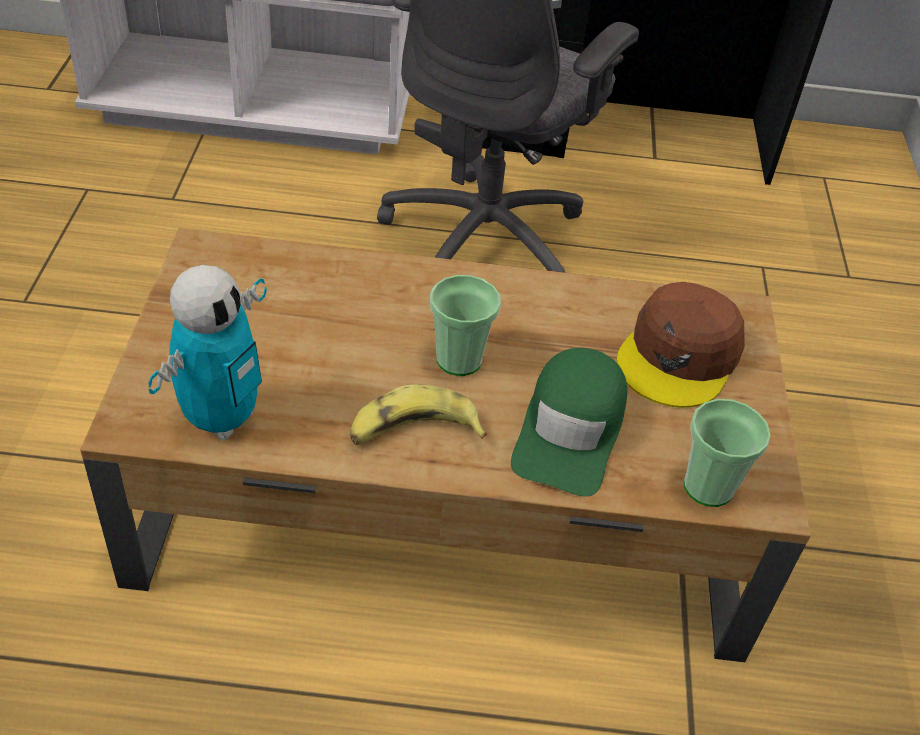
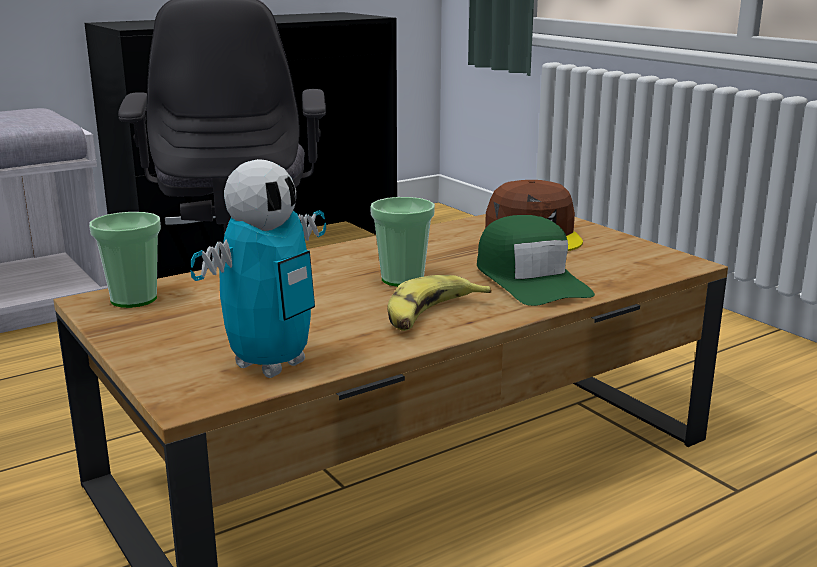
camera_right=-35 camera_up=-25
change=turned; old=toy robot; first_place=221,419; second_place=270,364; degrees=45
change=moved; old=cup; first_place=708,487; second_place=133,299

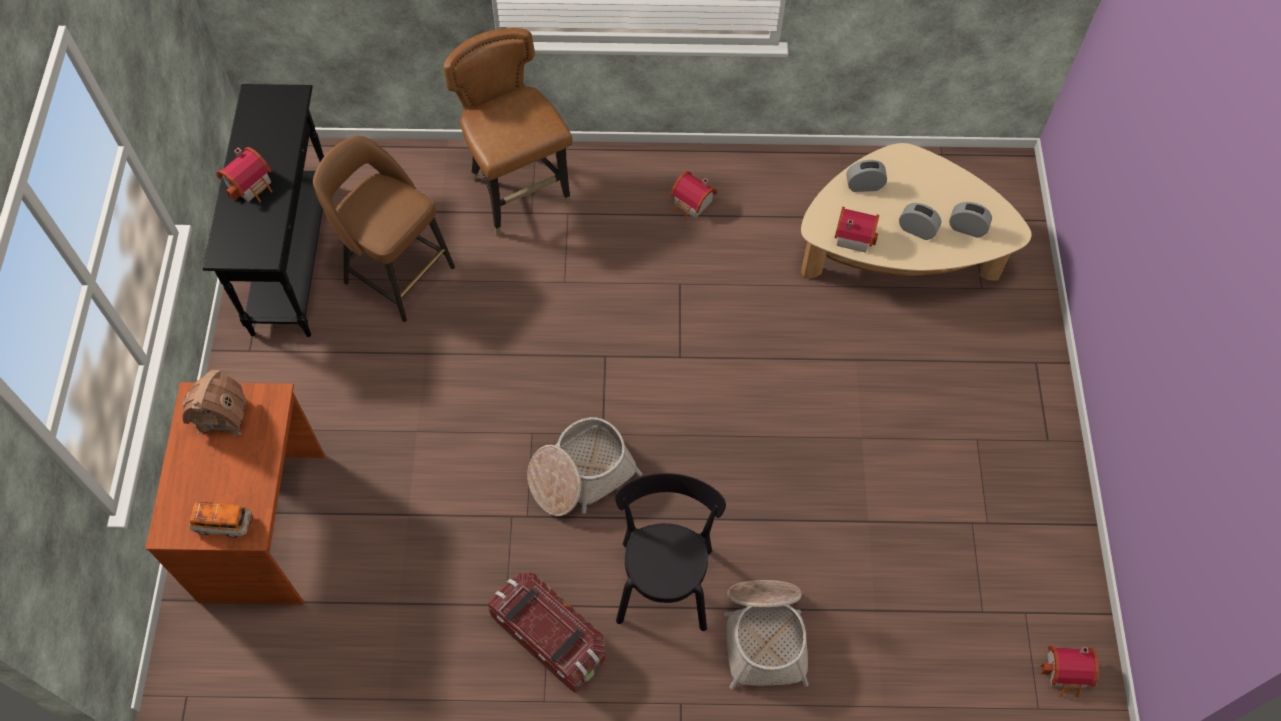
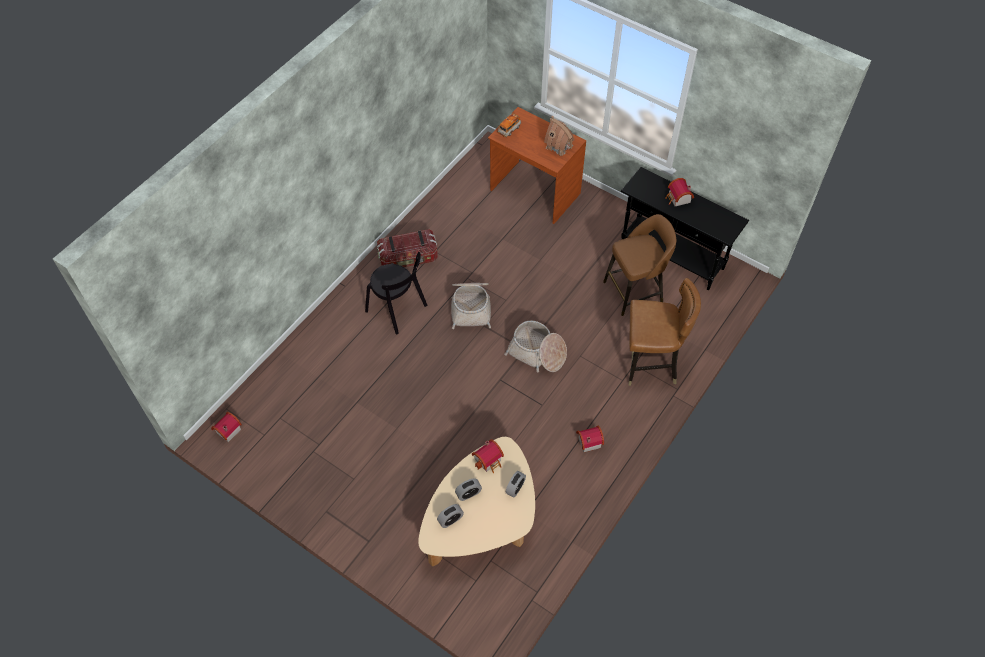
camera_right=125 camera_up=-5
change=moved; old=basket; first_place=765,635; second_place=537,353

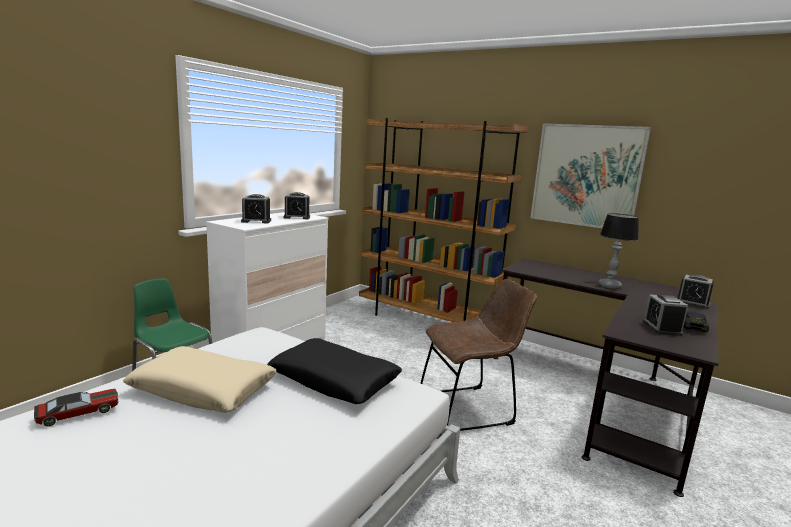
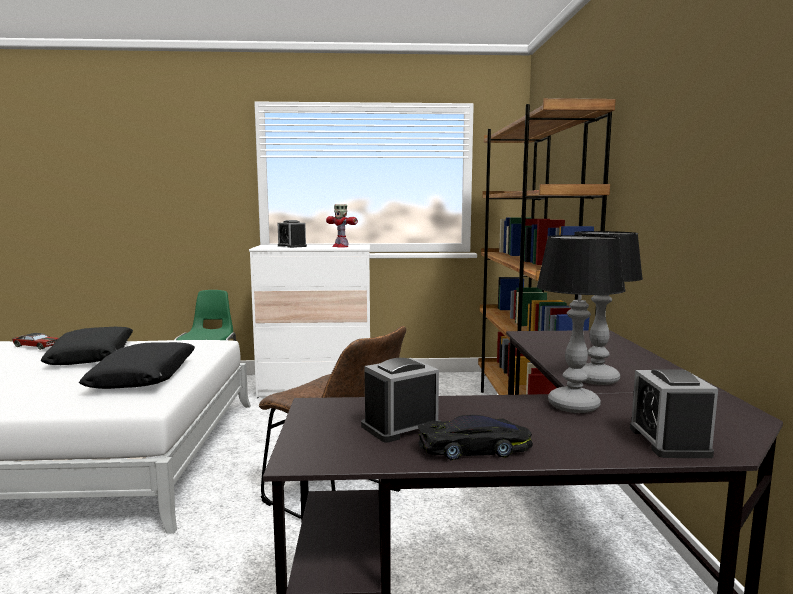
camera_right=55 camera_up=-5
change=removed; old=picture; first_place=586,176
change=replaced; old=alarm clock; new=toy robot; first_place=297,217; second_place=340,246
change=recoloured; old=beige pillow; new=black pillow; first_place=203,390; second_place=92,356
change=added; new=table lamp; second_place=573,406

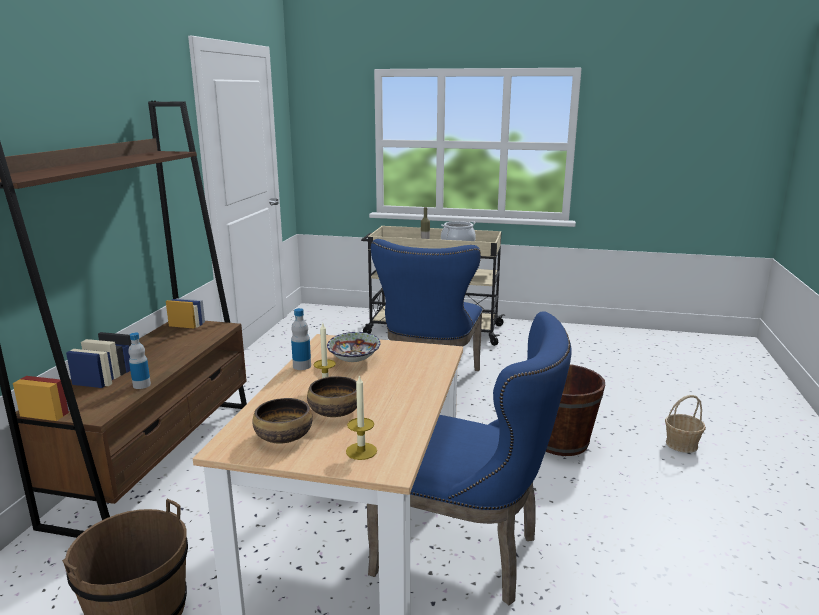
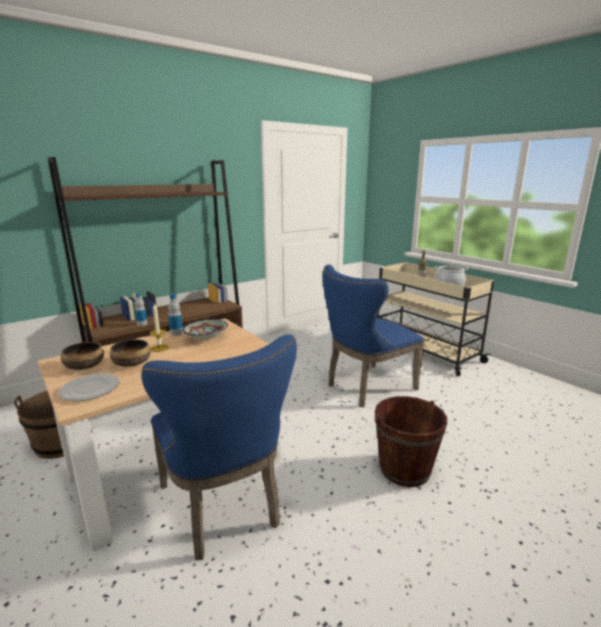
camera_right=40 camera_up=0
change=replaced; old=candle; new=plate; first_place=361,451; second_place=89,390
change=removed; old=basket; first_place=682,444

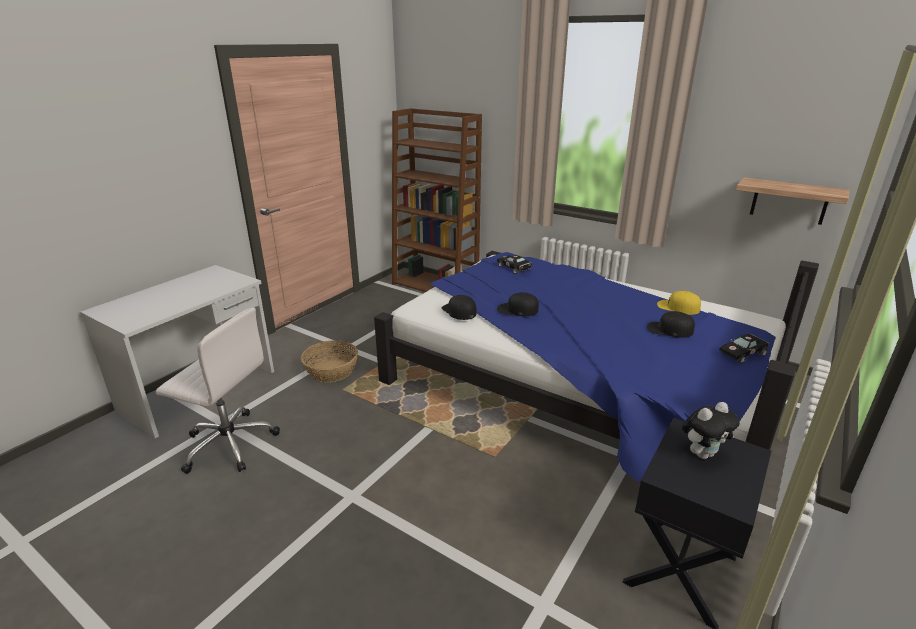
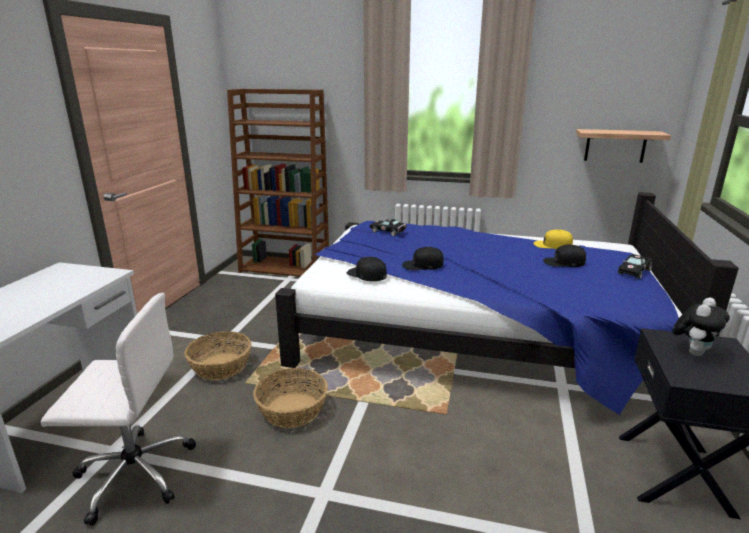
camera_right=-20 camera_up=-5
change=added; new=basket; second_place=292,410

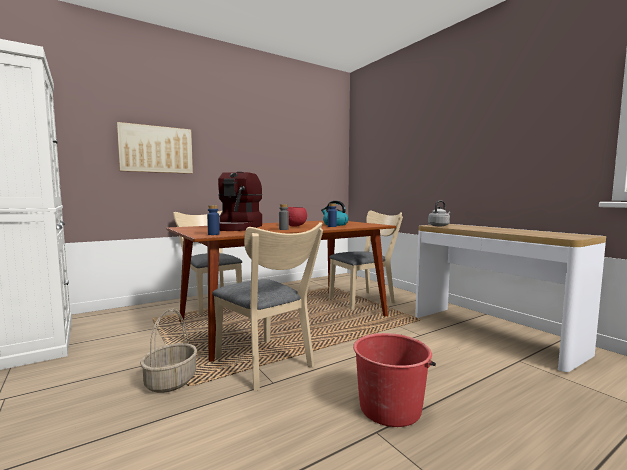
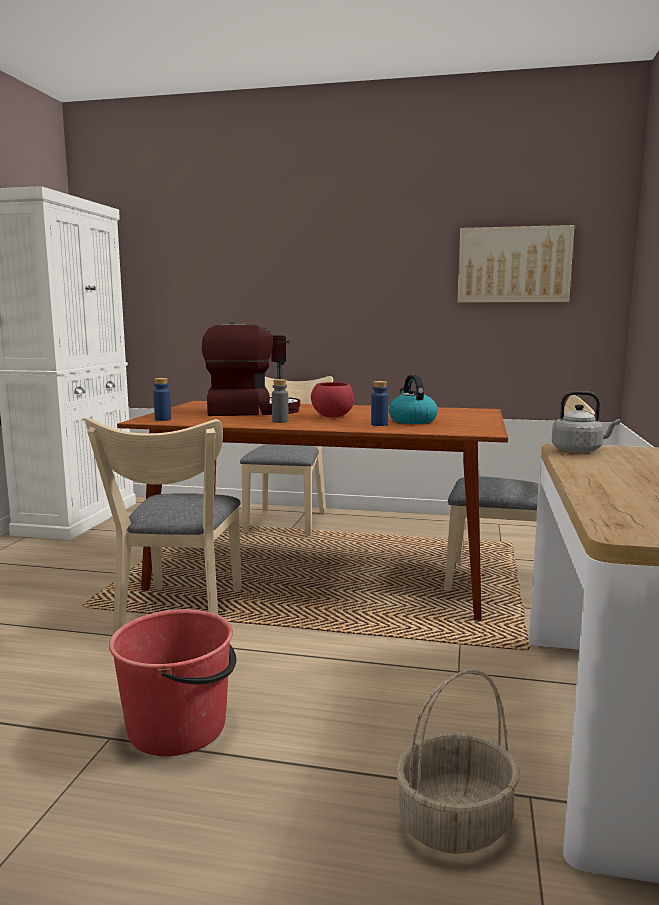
camera_right=45 camera_up=5
change=moved; old=picture; first_place=156,149; second_place=513,265
change=turned; old=coffee machine; first_place=239,228; second_place=250,411; degrees=-150
change=moved; old=basket; first_place=171,382; second_place=455,823

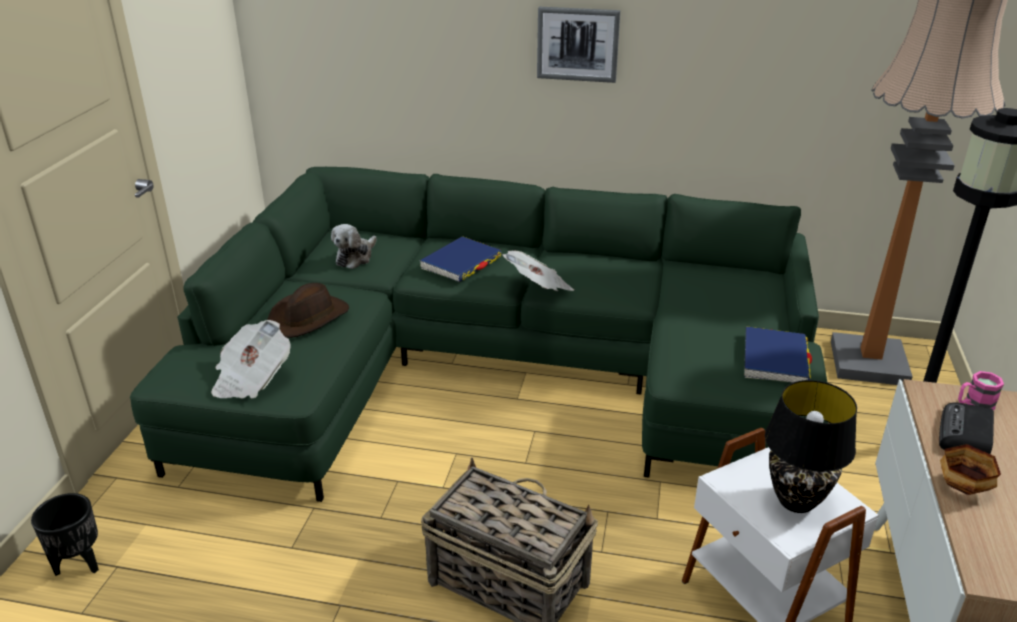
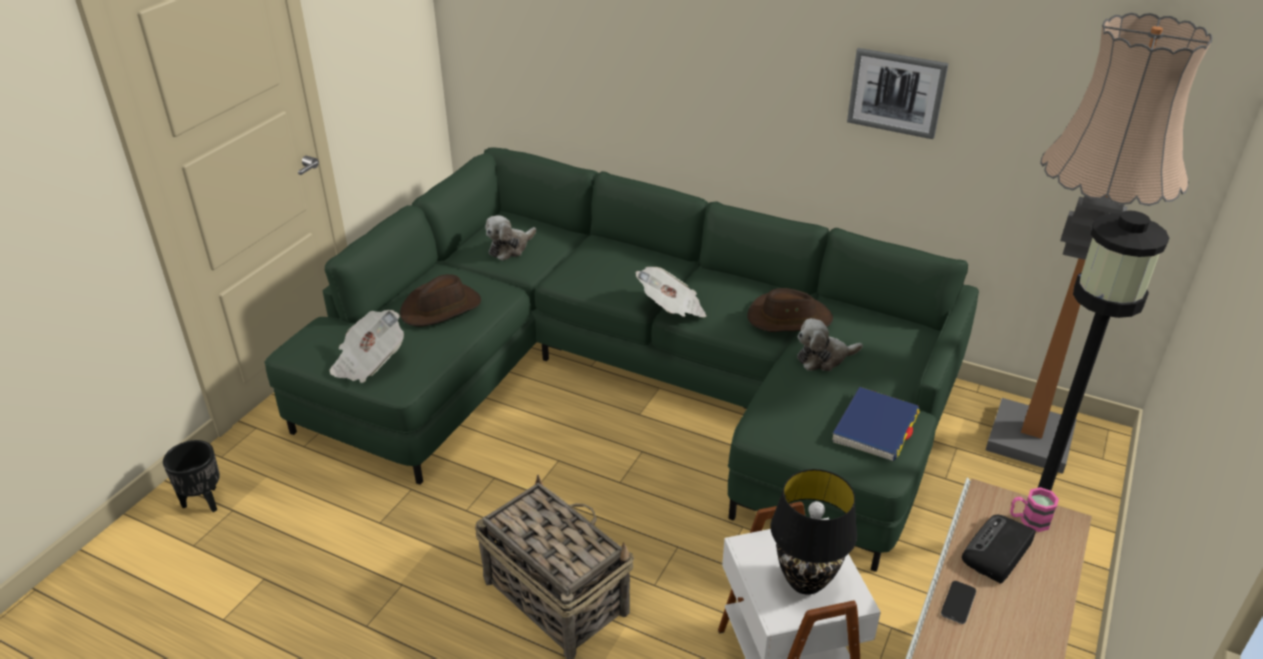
camera_right=15 camera_up=5
change=moved; old=picture; first_place=577,44; second_place=896,92
change=removed; old=blue book; first_place=461,263
change=replaced; old=bowl; new=phone; first_place=961,486; second_place=958,603
change=added; new=brown hat; second_place=788,318
change=added; new=plush toy; second_place=824,358

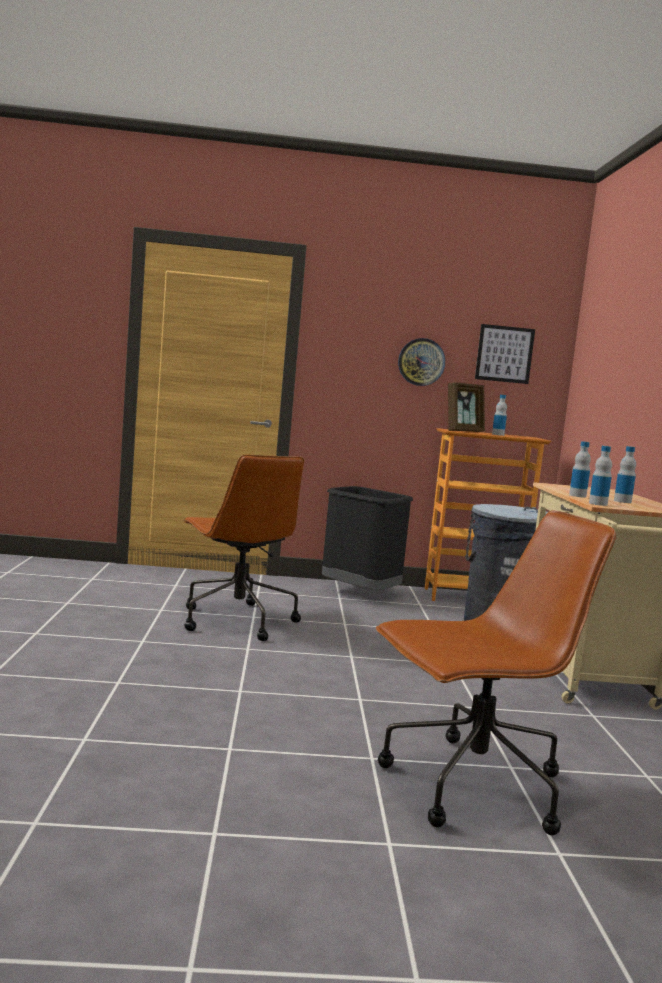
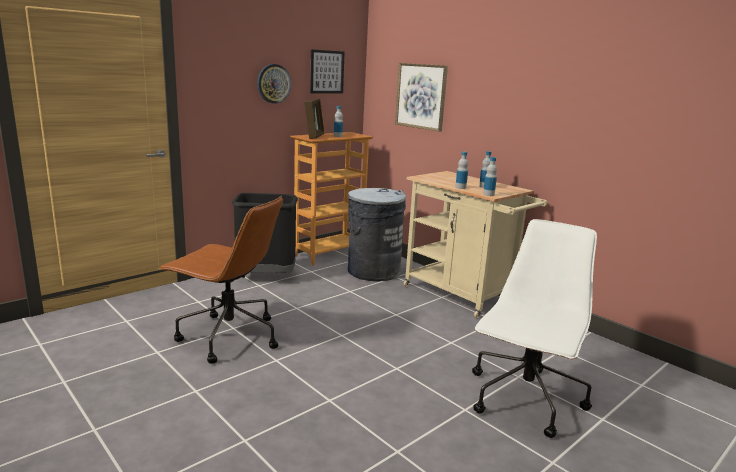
camera_right=-40 camera_up=10
change=recoloured; old=brown office chair; new=white office chair; first_place=471,786; second_place=524,400
change=added; new=picture; second_place=421,96

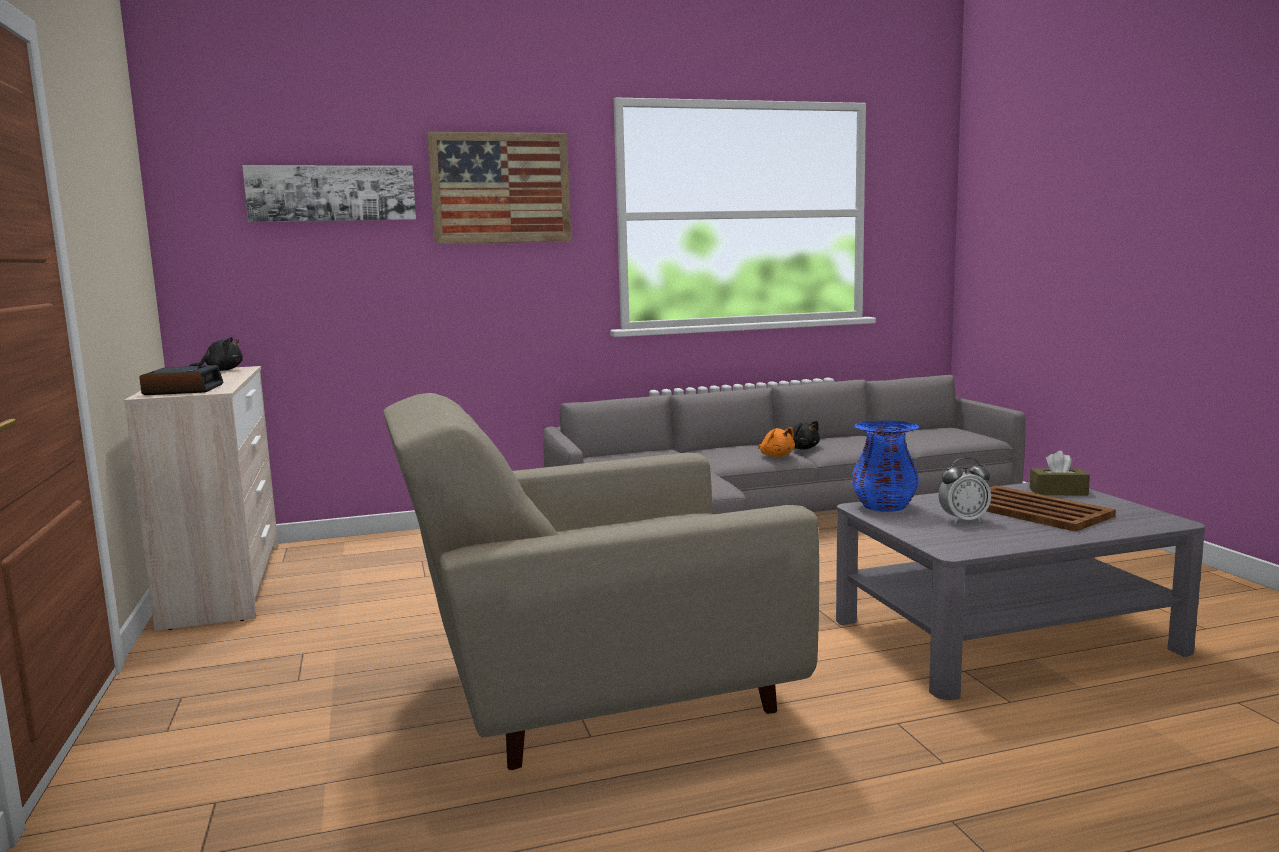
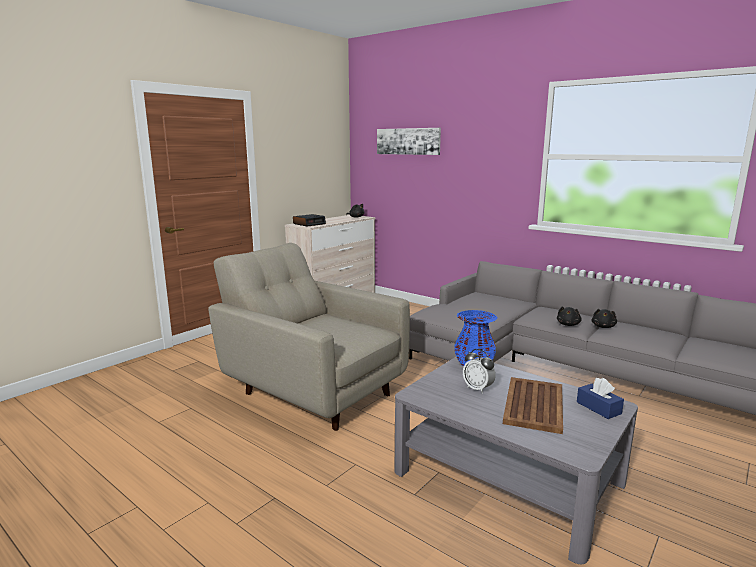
camera_right=55 camera_up=5
change=removed; old=picture; first_place=501,188
change=recoloured; old=orange plush toy; new=black plush toy; first_place=776,456; second_place=568,324
change=recoloured; old=brown tissue box; new=blue tissue box; first_place=1058,492; second_place=598,408

